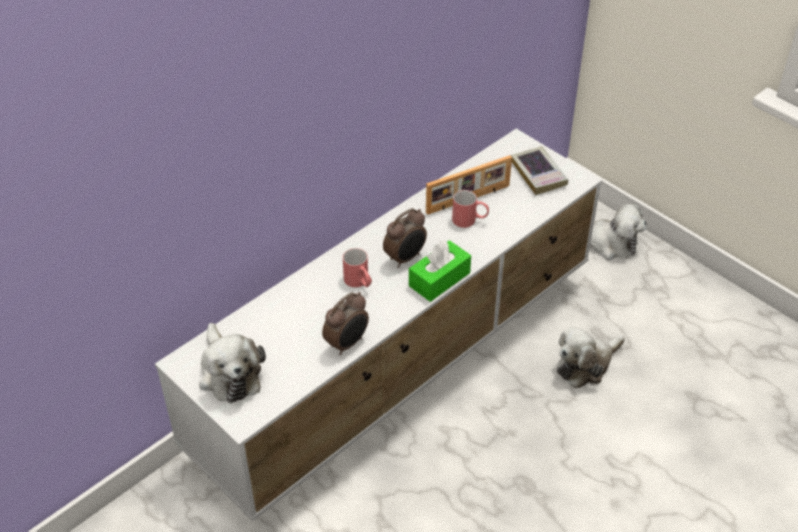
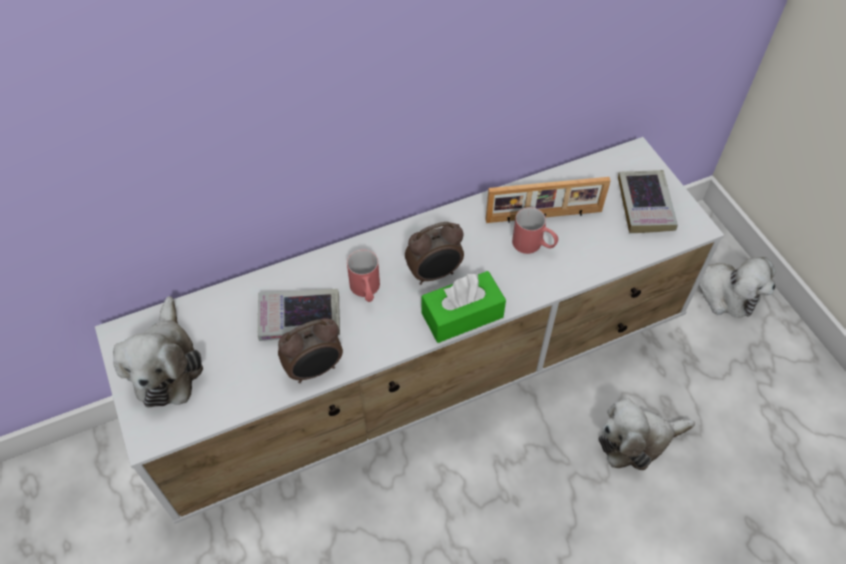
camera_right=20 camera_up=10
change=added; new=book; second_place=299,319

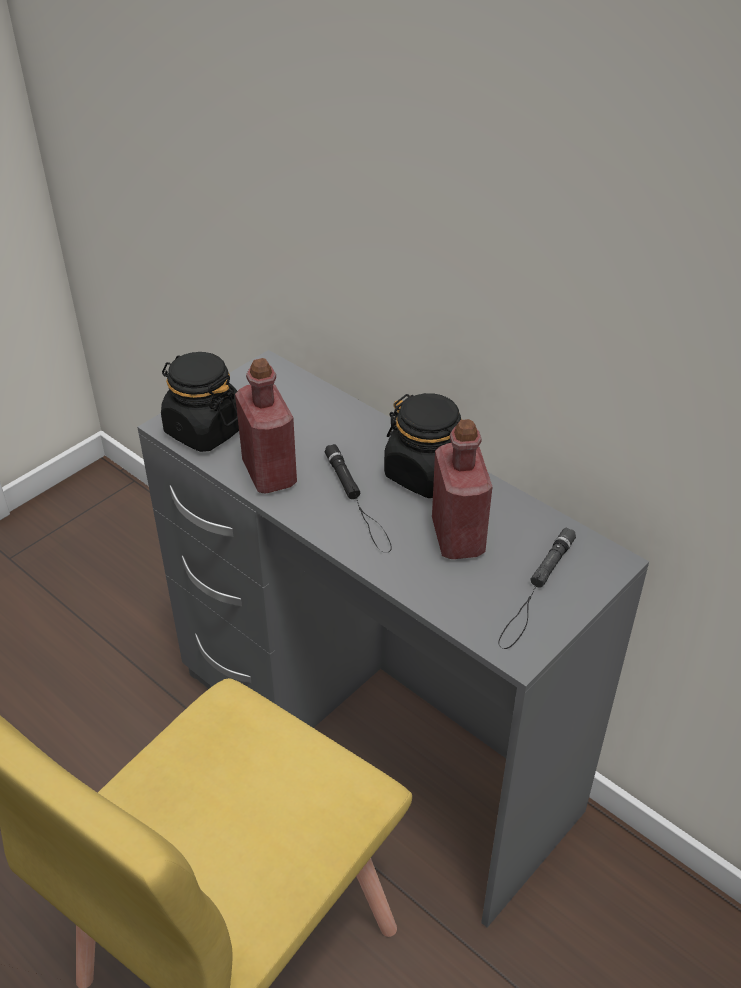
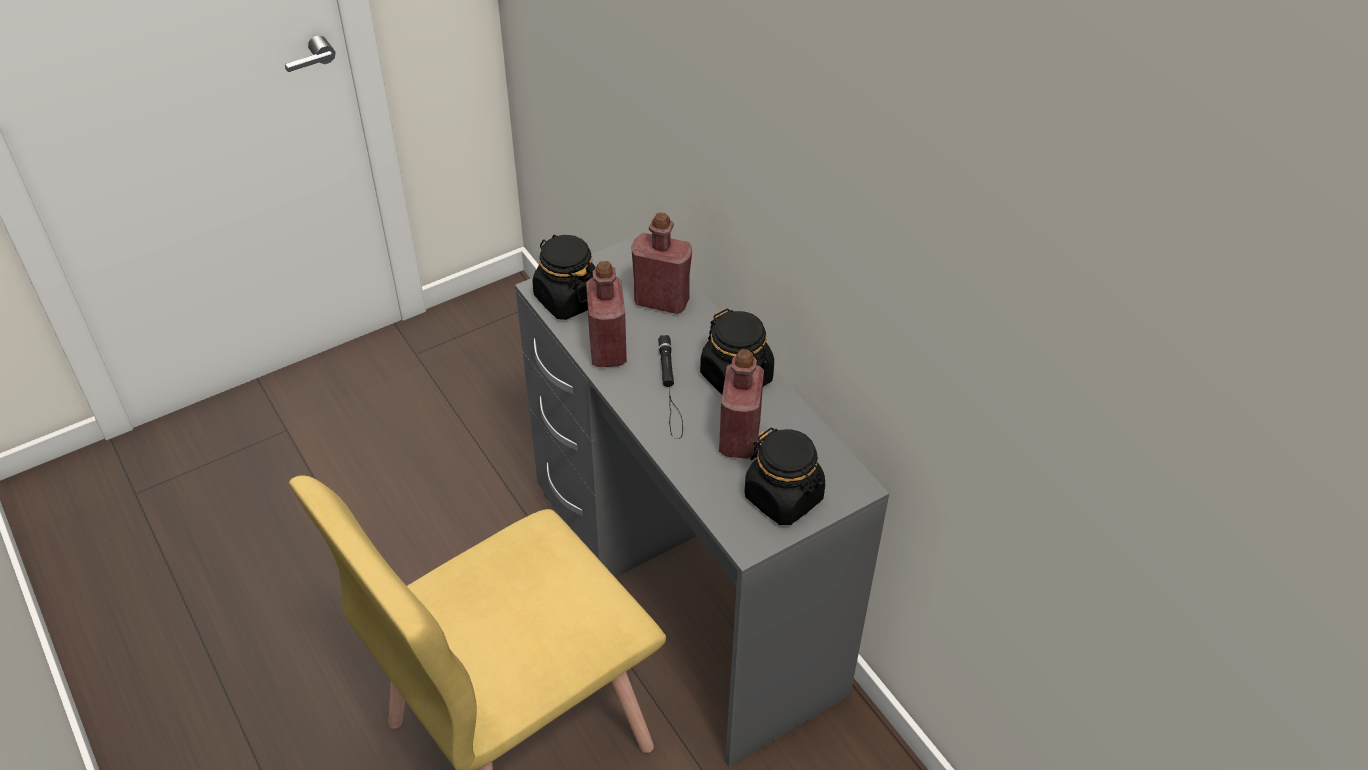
camera_right=15 camera_up=5
change=replaced; old=black flashlight; new=black jar; first_place=536,591; second_place=784,497
change=added; new=red bottle; second_place=661,301

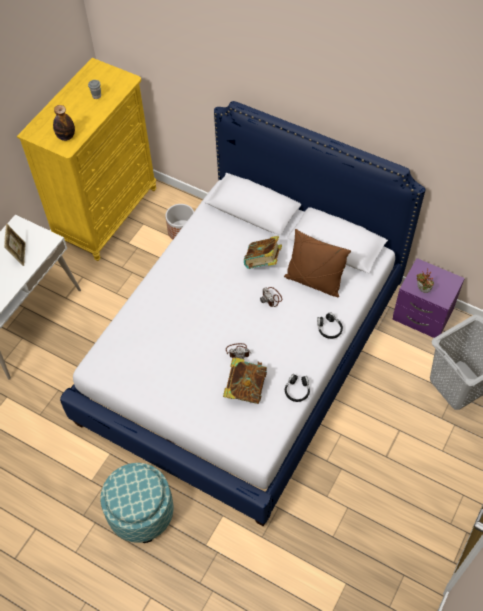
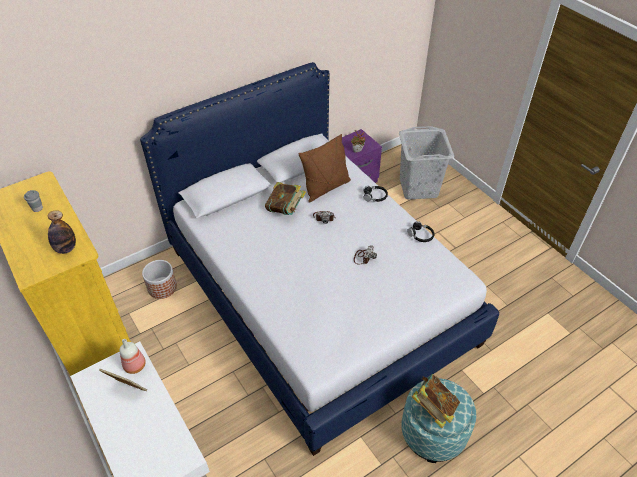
camera_right=-65 camera_up=-10
change=moved; old=book; first_place=245,388; second_place=433,408
change=added; new=bottle; second_place=134,365

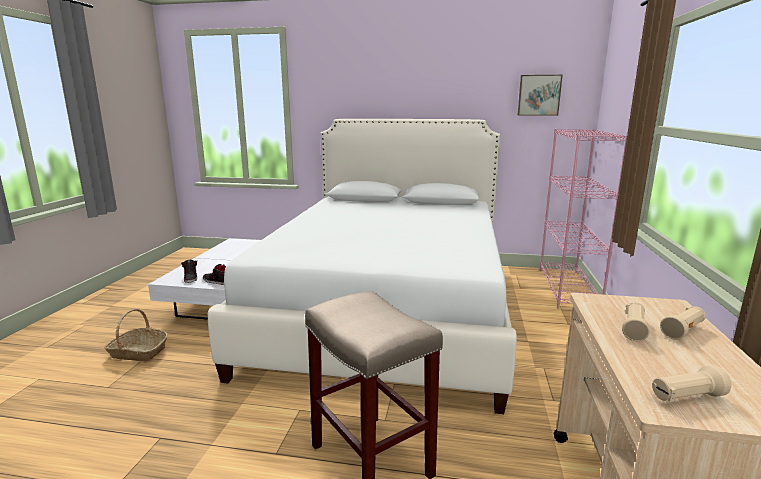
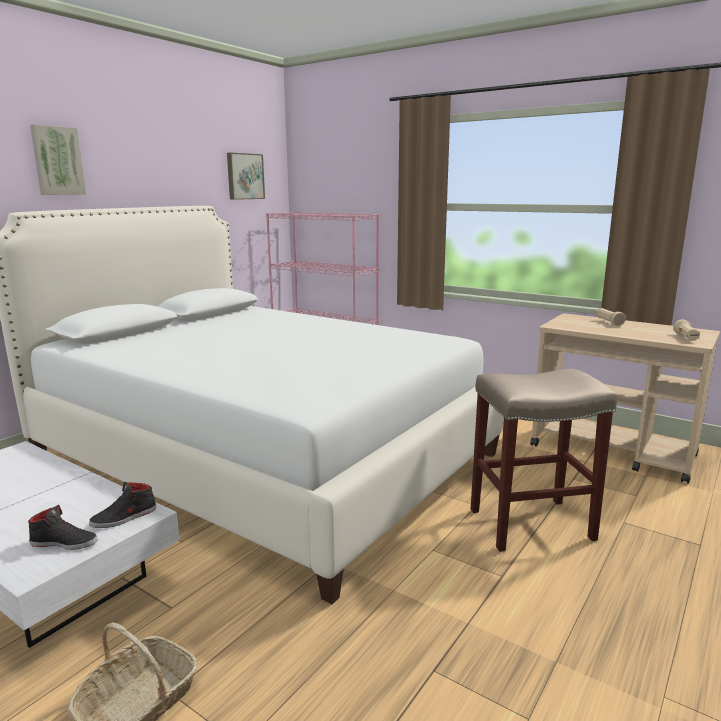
camera_right=-65 camera_up=0
change=removed; old=beige flashlight; first_place=634,329
change=added; new=picture; second_place=57,161

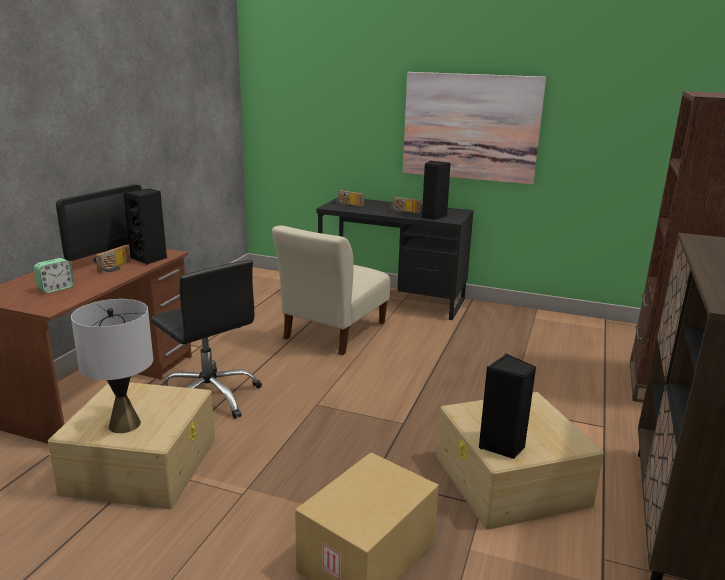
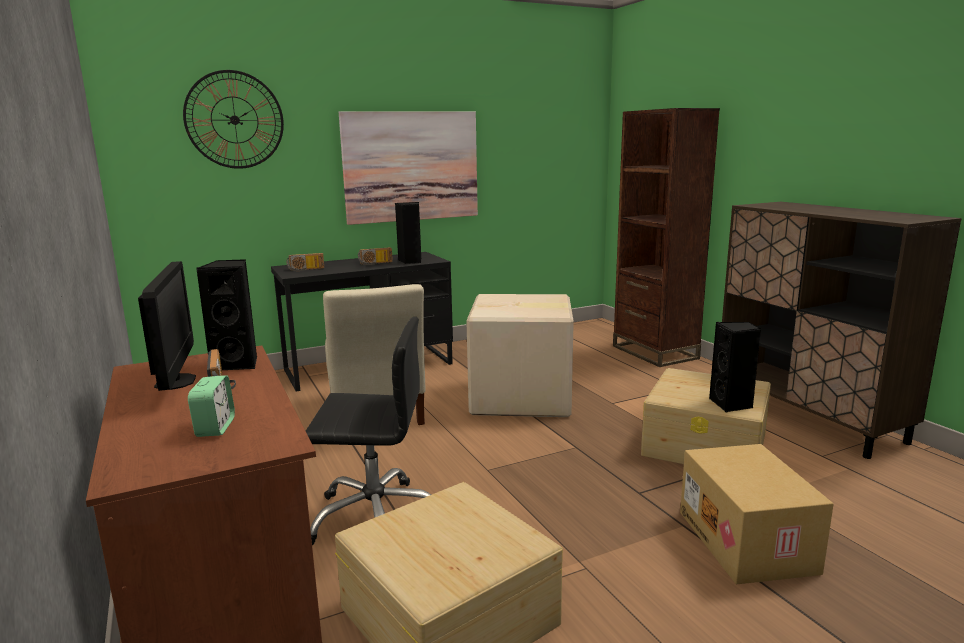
camera_right=-45 camera_up=-5
change=removed; old=grey table lamp; first_place=124,425
change=added; new=wall clock; second_place=234,120
change=added; new=cardboard box; second_place=522,398

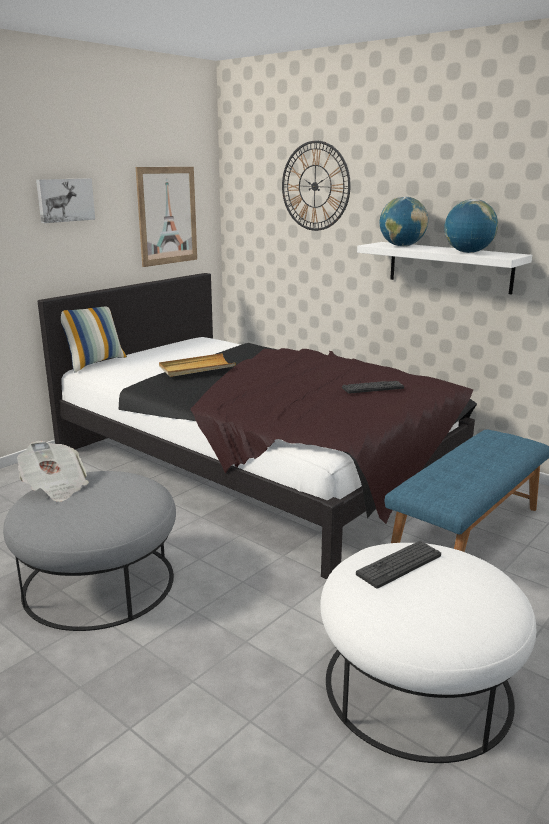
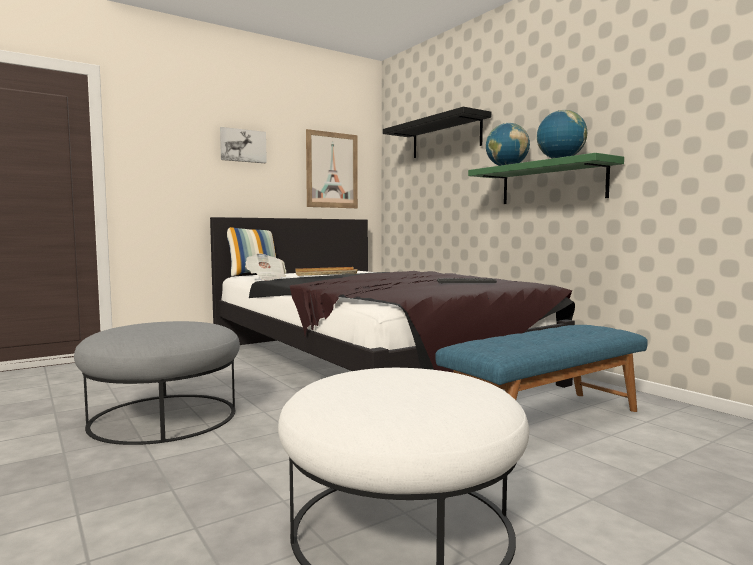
camera_right=15 camera_up=-15
change=replaced; old=wall clock; new=black shelf; first_place=315,186; second_place=446,137
change=recoloured; old=white shelf; new=green shelf; first_place=449,267; second_place=552,183
change=moved; old=newspaper; first_place=55,487; second_place=266,278
change=removed; old=keyboard; first_place=399,565

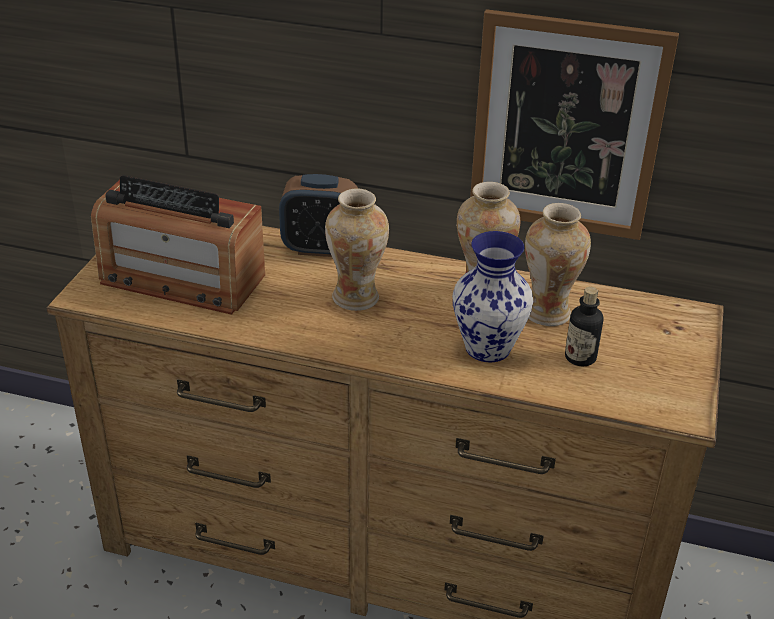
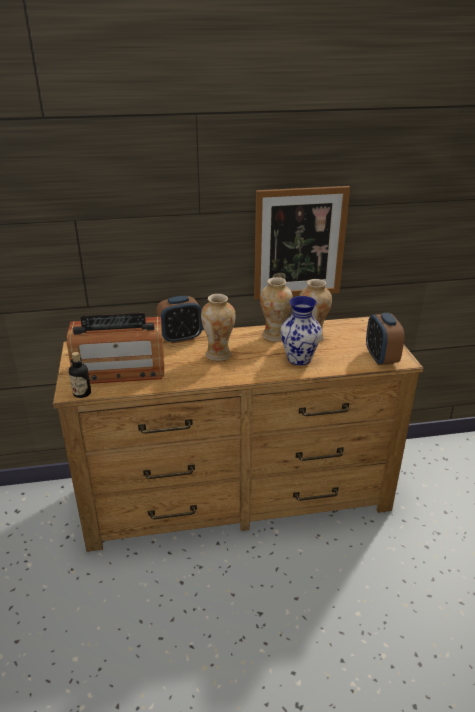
camera_right=-25 camera_up=-5
change=moved; old=bottle; first_place=580,357; second_place=82,393
change=added; new=alarm clock; second_place=381,358

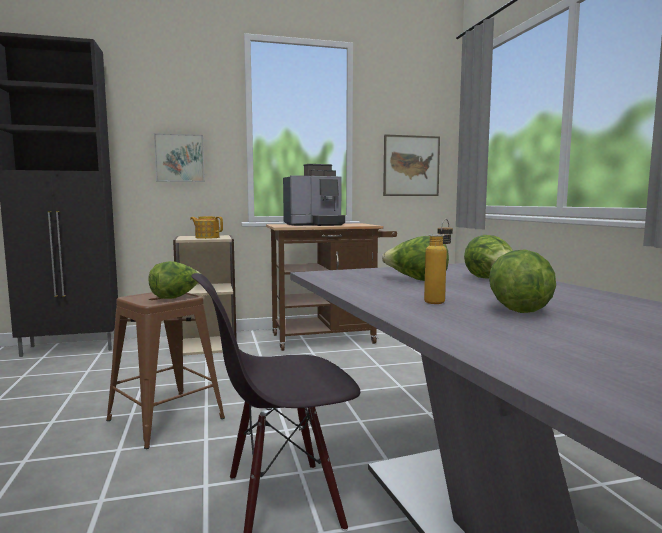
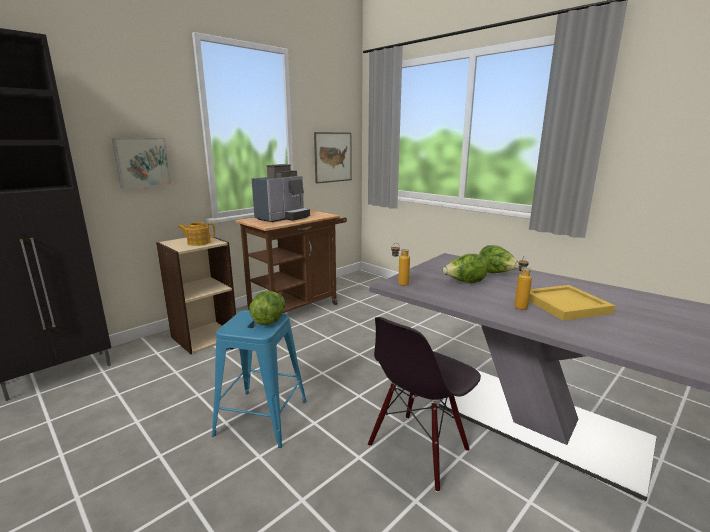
camera_right=-30 camera_up=10
change=replaced; old=lettuce; new=yellow tray; first_place=518,309; second_place=565,305
change=recoloured; old=brown stool; new=blue stool; first_place=165,419; second_place=262,417
change=added; new=bottle; second_place=399,284

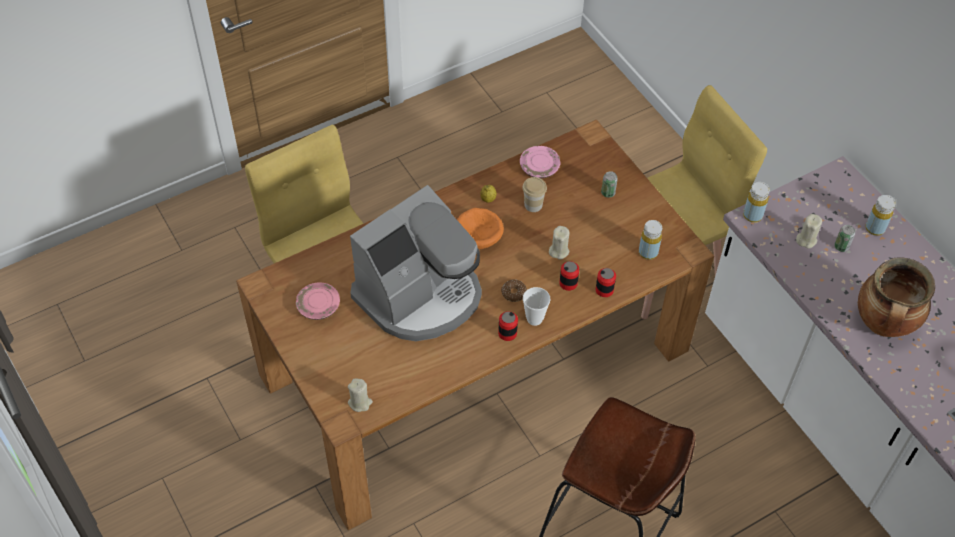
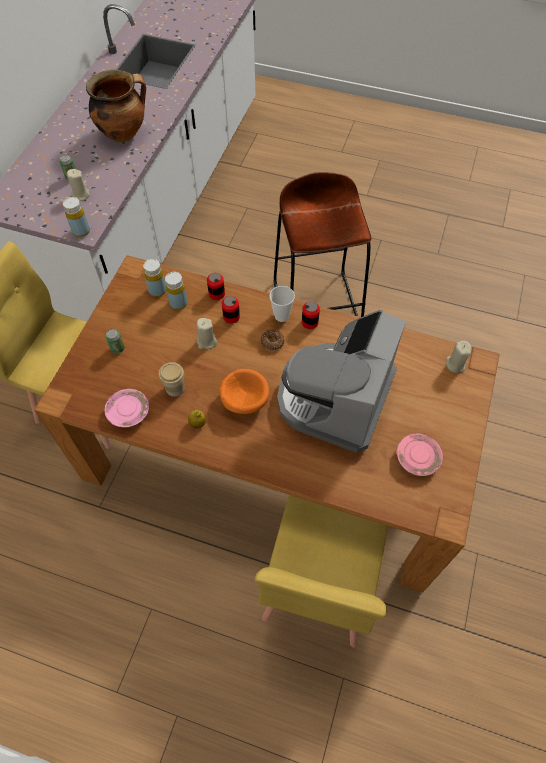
camera_right=-130 camera_up=5
change=turned; old=coffee machine; first_place=420,295; second_place=335,397; degrees=-75
change=moved; old=yellow bottle; first_place=875,228; second_place=178,303

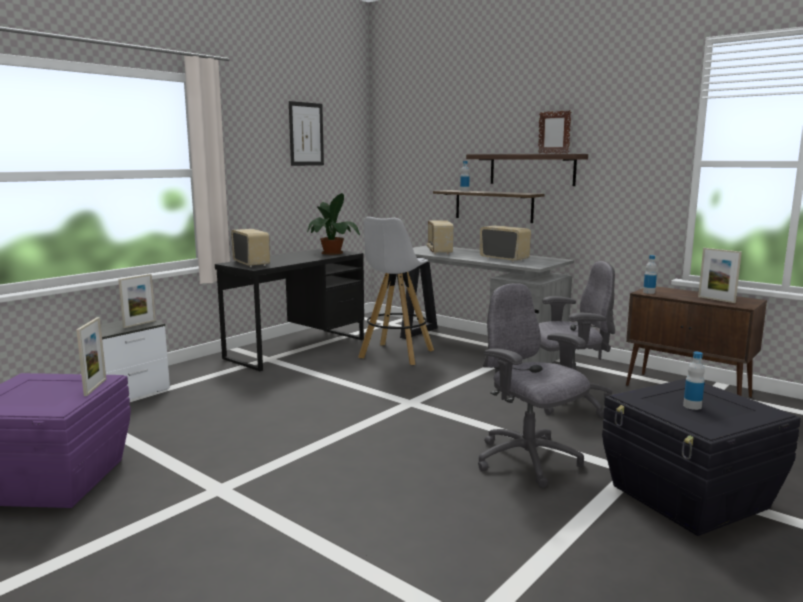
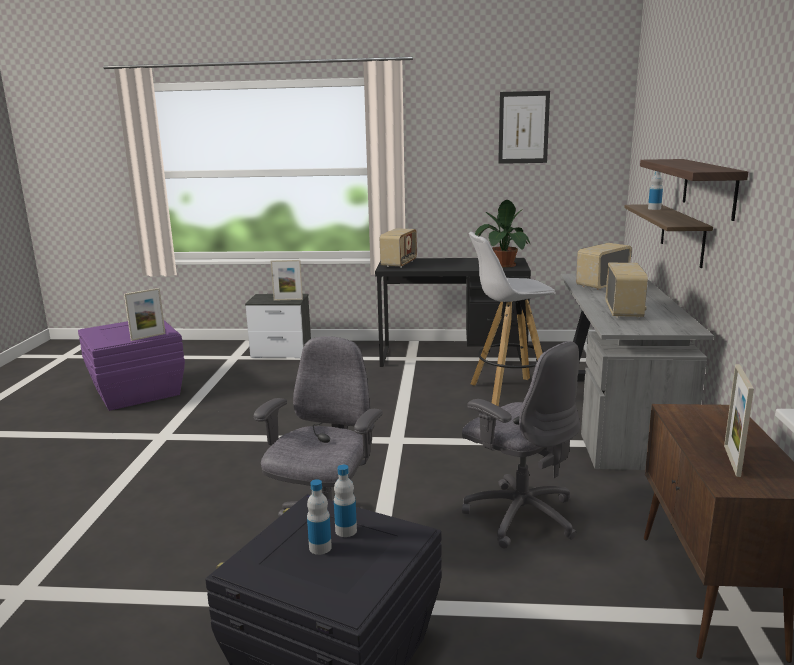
camera_right=55 camera_up=5
change=removed; old=picture frame; first_place=553,153
change=moved; old=bottle; first_place=649,292; second_place=346,530

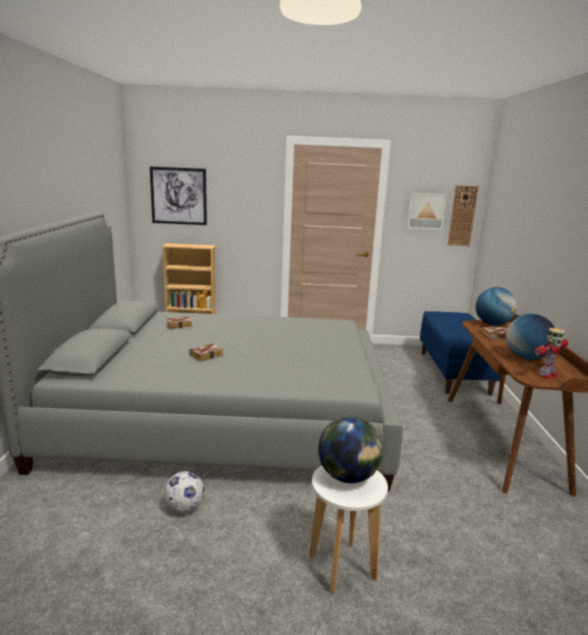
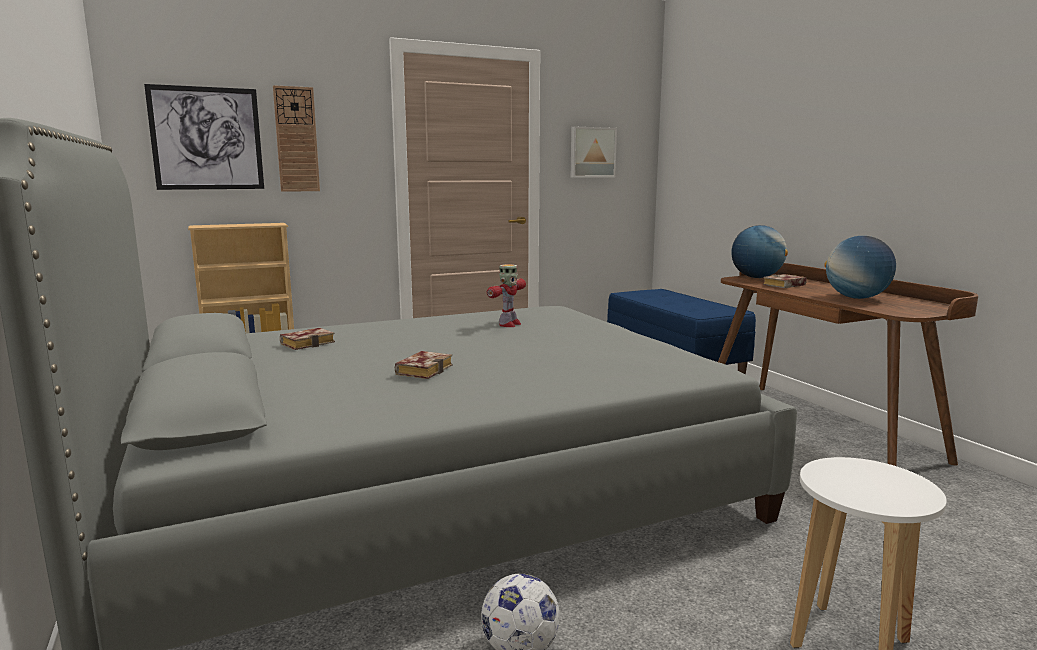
camera_right=-25 camera_up=-5
change=moved; old=wall clock; first_place=462,216; second_place=296,139
change=moved; old=toy robot; first_place=547,375; second_place=509,324
change=removed; old=globe; first_place=348,477

